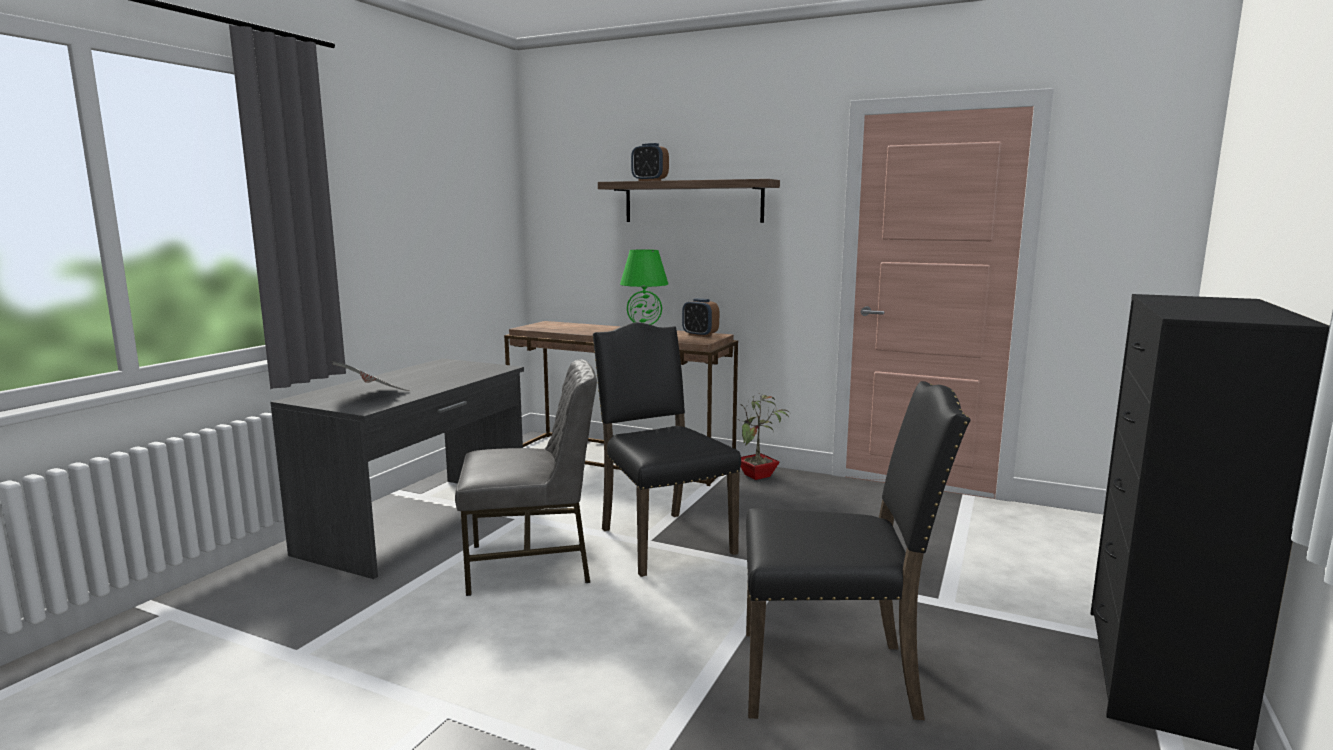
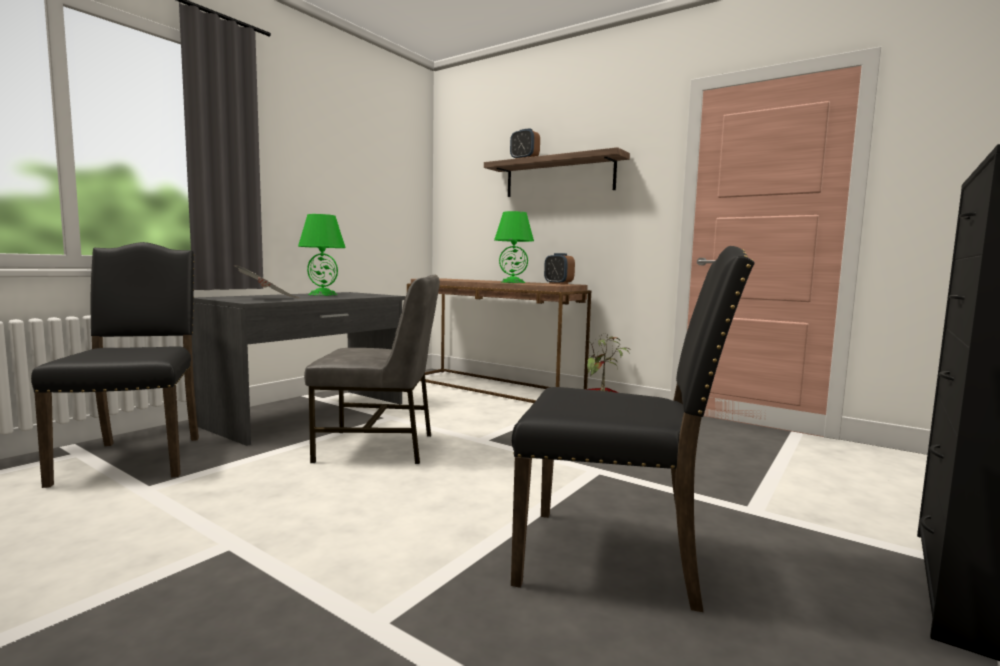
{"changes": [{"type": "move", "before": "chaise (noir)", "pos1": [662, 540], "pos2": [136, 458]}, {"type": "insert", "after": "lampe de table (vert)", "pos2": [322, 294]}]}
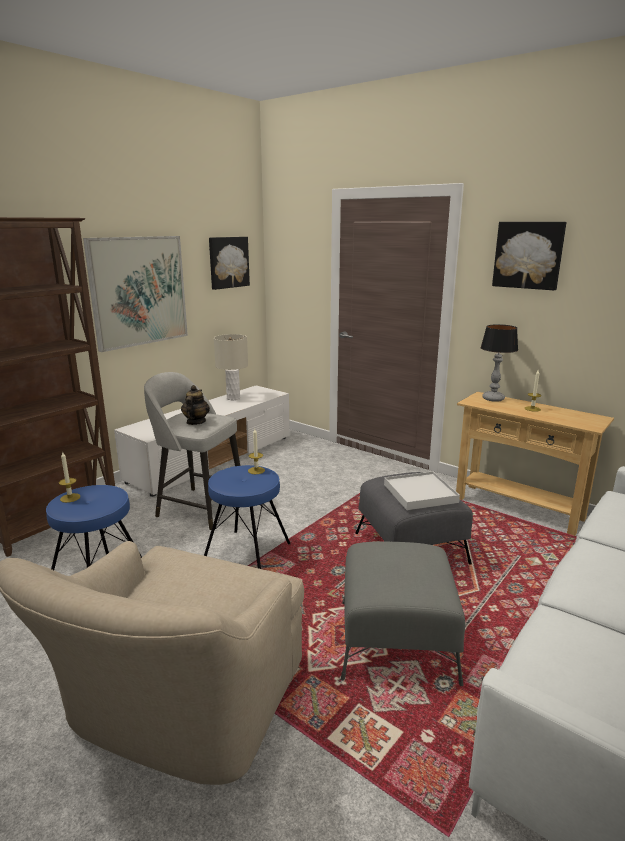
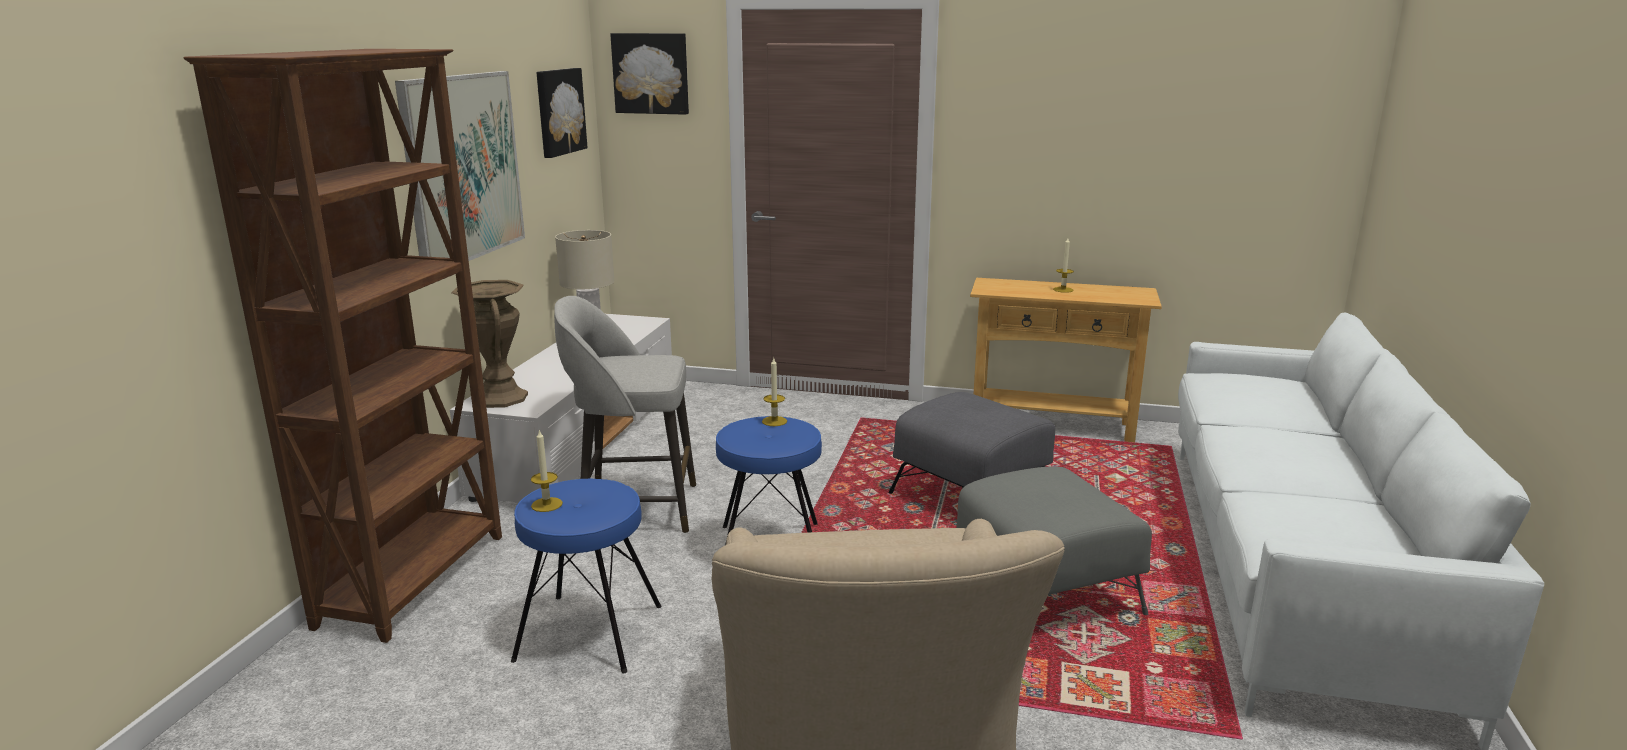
{"changes": [{"type": "delete", "before": "théière", "pos1": [195, 422]}, {"type": "delete", "before": "plateau (blanc)", "pos1": [420, 493]}, {"type": "delete", "before": "lampe de table", "pos1": [492, 399]}, {"type": "move", "before": "tableau", "pos1": [528, 255], "pos2": [651, 73]}, {"type": "insert", "after": "vase (marron)", "pos2": [500, 398]}]}
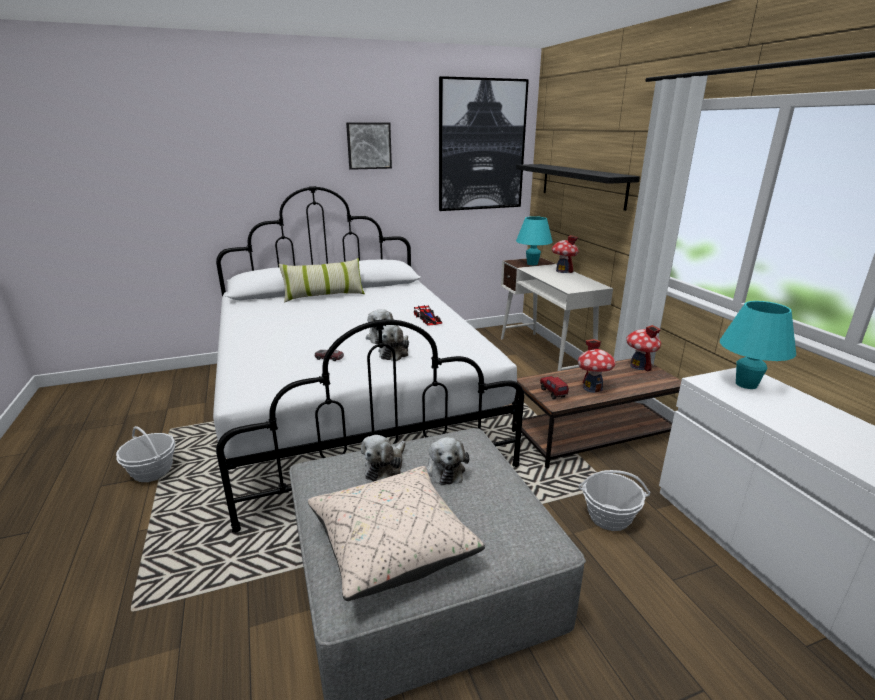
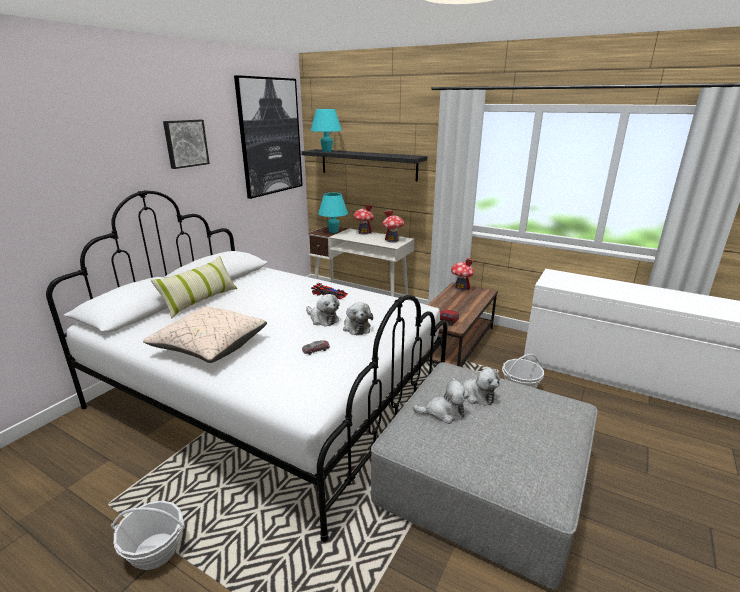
{"changes": [{"type": "move", "before": "coussin (beige)", "pos1": [392, 544], "pos2": [210, 346]}, {"type": "rotate", "before": "peluche", "pos1": [385, 467], "pos2": [443, 413], "turn": -75}, {"type": "move", "before": "maison miniature", "pos1": [592, 388], "pos2": [392, 240]}, {"type": "move", "before": "lampe de table (turquoise)", "pos1": [746, 384], "pos2": [327, 151]}]}
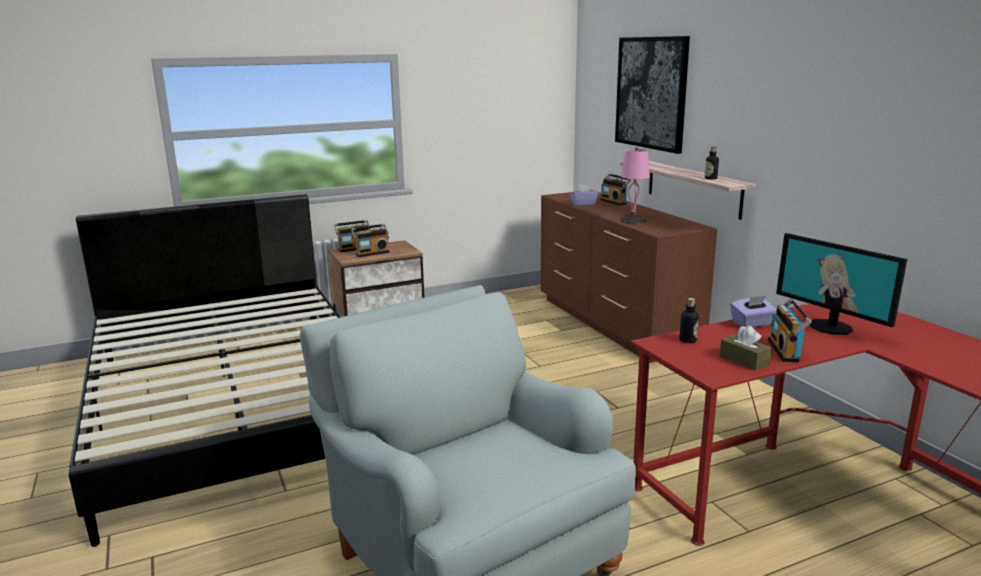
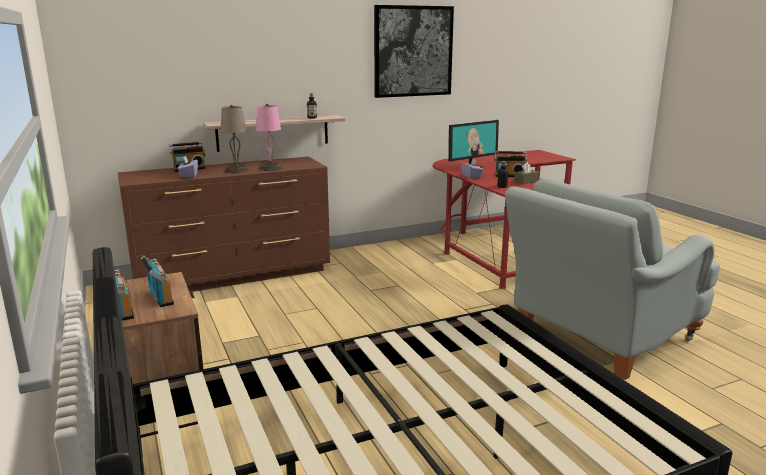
{"changes": [{"type": "move", "before": "tableau", "pos1": [651, 93], "pos2": [413, 51]}, {"type": "insert", "after": "lampe de table (beige)", "pos2": [236, 170]}]}
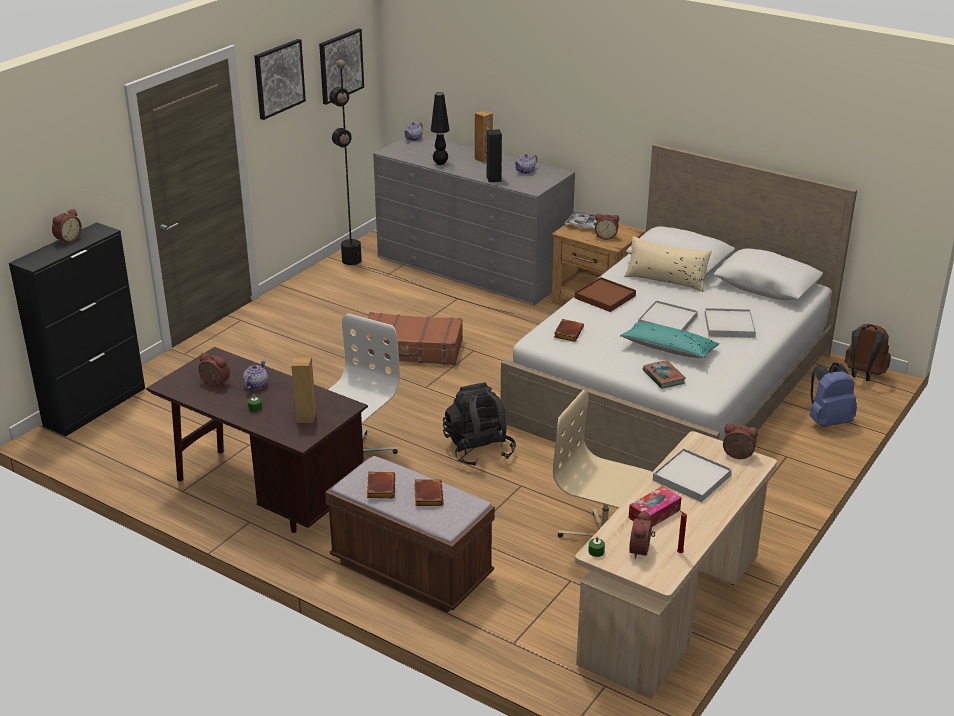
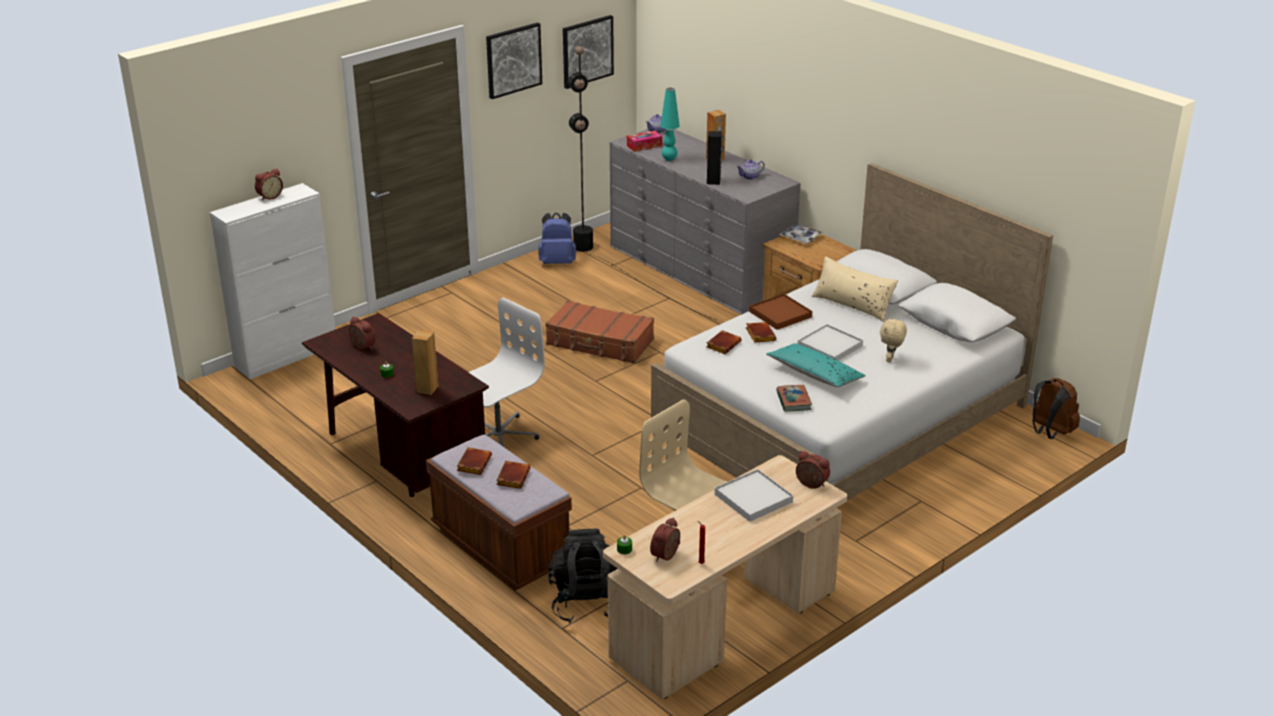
{"changes": [{"type": "recolor", "before": "meuble de rangement (noir)", "after": "meuble de rangement (blanc)", "pos1": [95, 406], "pos2": [287, 356]}, {"type": "delete", "before": "théière", "pos1": [255, 385]}, {"type": "recolor", "before": "lampe de table (noir)", "after": "lampe de table (turquoise)", "pos1": [440, 163], "pos2": [669, 159]}, {"type": "move", "before": "sac à dos (noir)", "pos1": [478, 449], "pos2": [586, 602]}, {"type": "delete", "before": "réveil", "pos1": [606, 236]}, {"type": "move", "before": "boîte à mouchoirs", "pos1": [654, 514], "pos2": [644, 146]}, {"type": "replace", "before": "plateau (blanc)", "after": "peluche (beige)", "pos1": [729, 325], "pos2": [890, 359]}, {"type": "move", "before": "sac à dos (bleu)", "pos1": [827, 421], "pos2": [557, 262]}, {"type": "insert", "after": "livre (marron)", "pos2": [759, 335]}]}
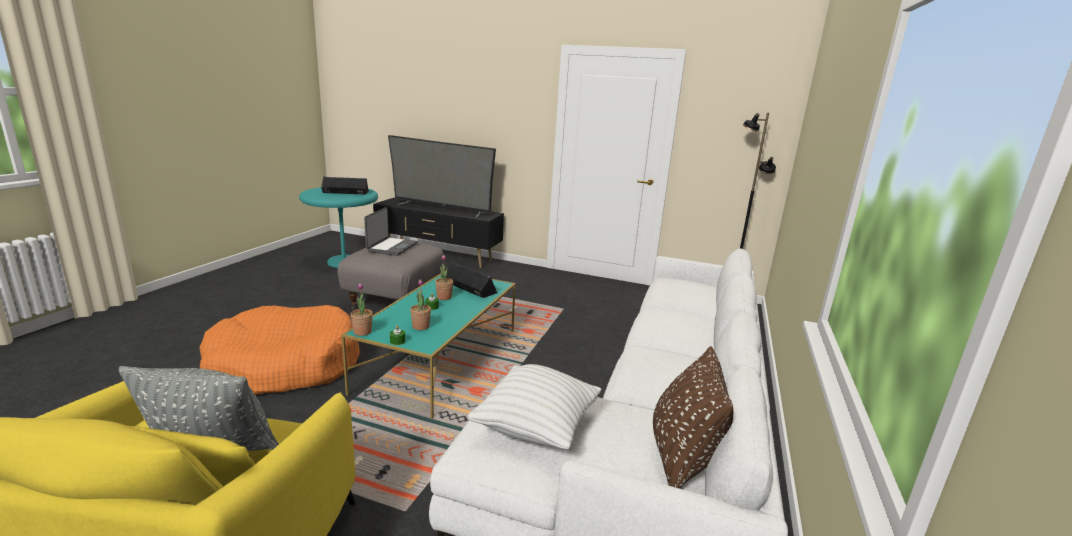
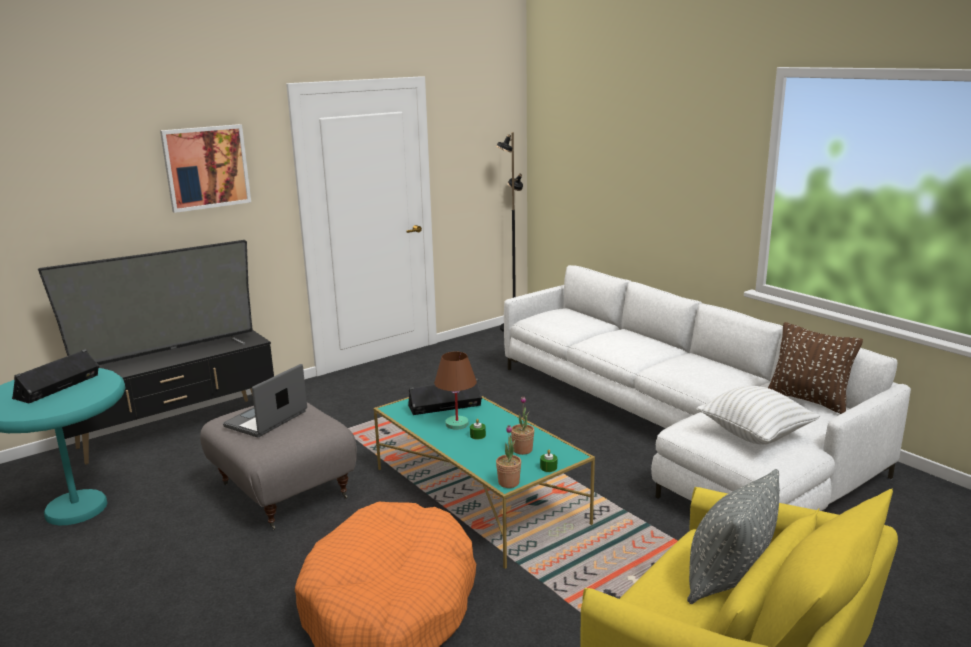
{"changes": [{"type": "rotate", "before": "ordinateur portable", "pos1": [391, 247], "pos2": [267, 420], "turn": -105}, {"type": "replace", "before": "plante en pot", "after": "lampe de table (marron)", "pos1": [444, 297], "pos2": [456, 424]}, {"type": "insert", "after": "tableau", "pos2": [206, 167]}]}
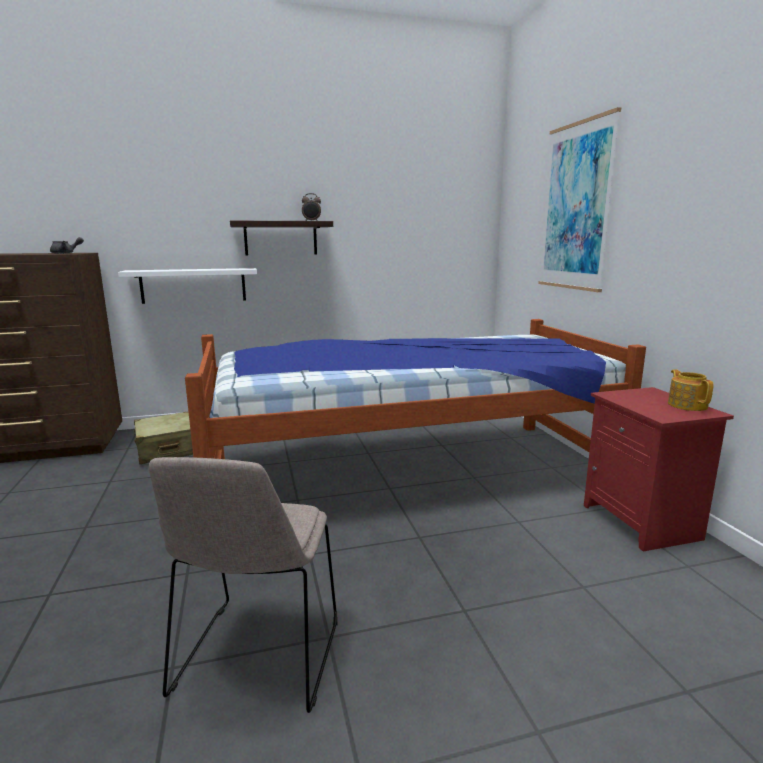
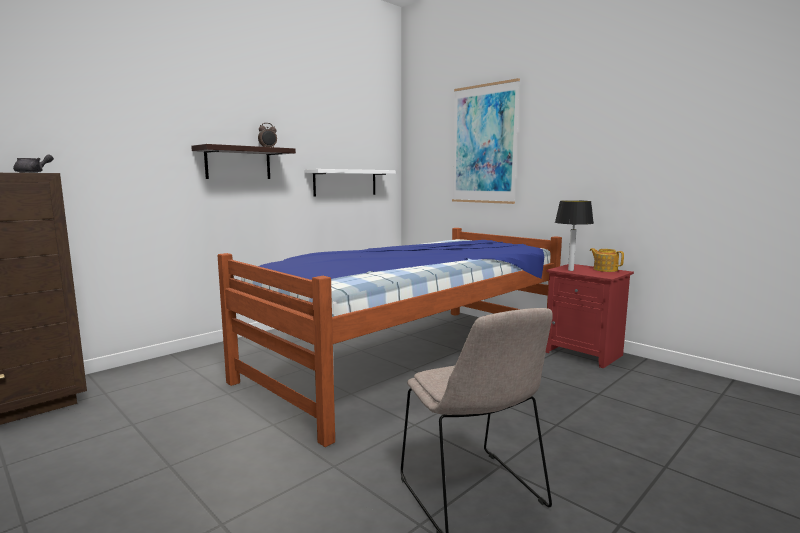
{"changes": [{"type": "move", "before": "étagère (blanc)", "pos1": [193, 285], "pos2": [345, 182]}, {"type": "delete", "before": "valise (beige)", "pos1": [168, 449]}, {"type": "insert", "after": "lampe de table", "pos2": [570, 270]}]}
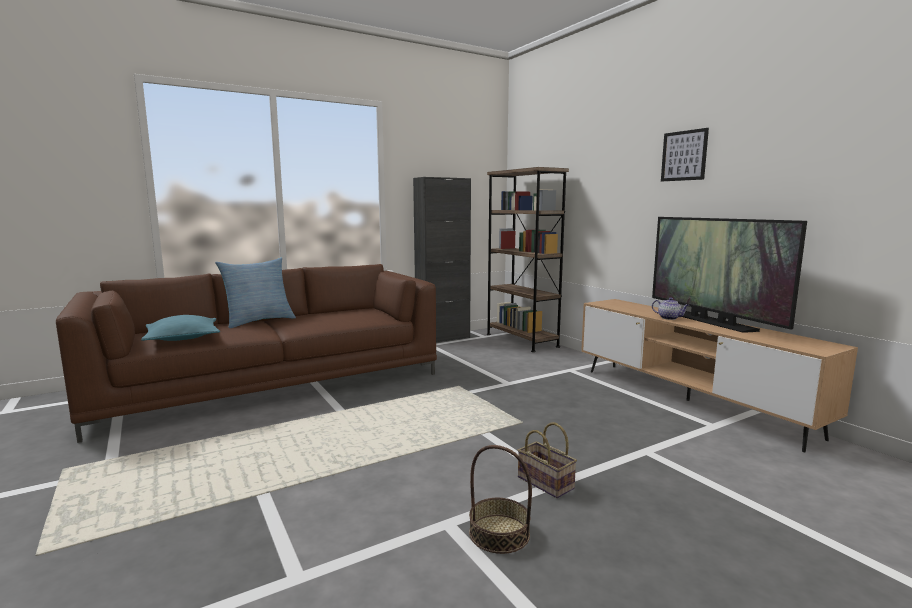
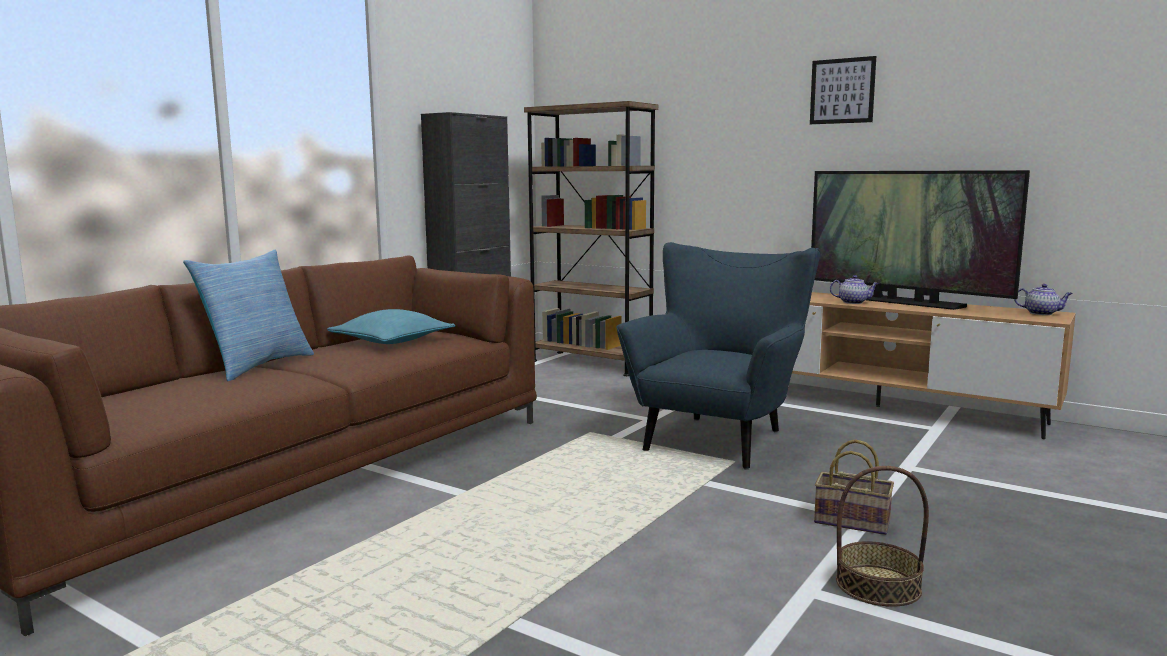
{"changes": [{"type": "move", "before": "coussin (turquoise)", "pos1": [183, 338], "pos2": [392, 341]}, {"type": "insert", "after": "fauteuil (bleu)", "pos2": [720, 438]}, {"type": "insert", "after": "théière", "pos2": [1042, 313]}]}
